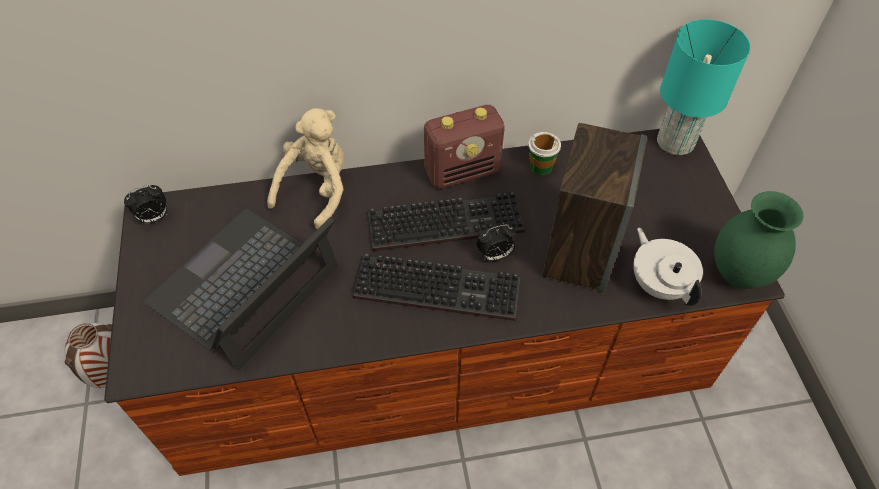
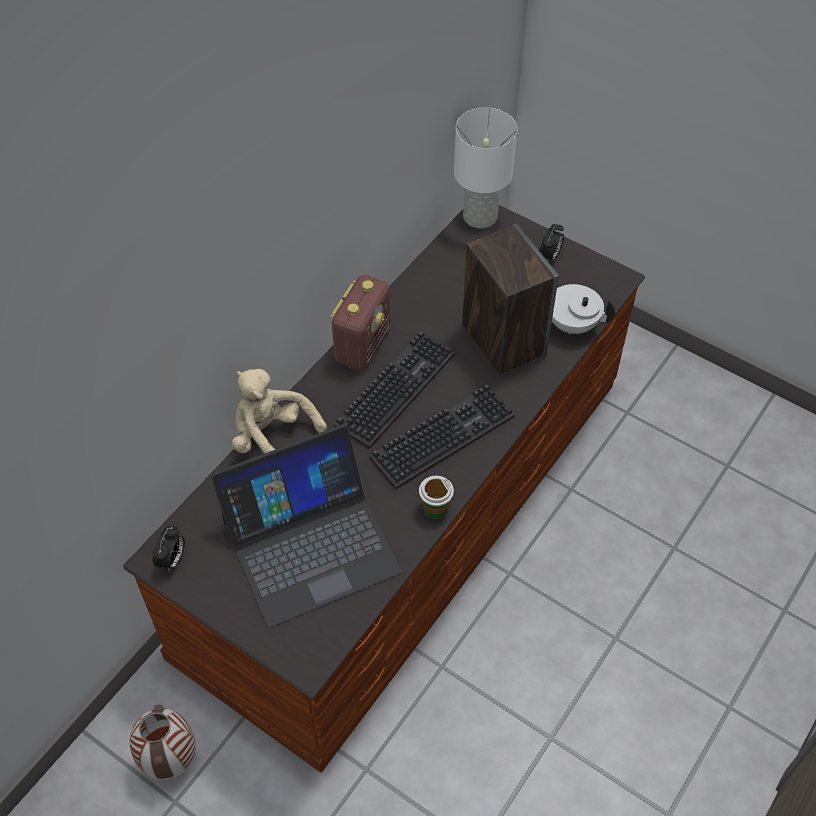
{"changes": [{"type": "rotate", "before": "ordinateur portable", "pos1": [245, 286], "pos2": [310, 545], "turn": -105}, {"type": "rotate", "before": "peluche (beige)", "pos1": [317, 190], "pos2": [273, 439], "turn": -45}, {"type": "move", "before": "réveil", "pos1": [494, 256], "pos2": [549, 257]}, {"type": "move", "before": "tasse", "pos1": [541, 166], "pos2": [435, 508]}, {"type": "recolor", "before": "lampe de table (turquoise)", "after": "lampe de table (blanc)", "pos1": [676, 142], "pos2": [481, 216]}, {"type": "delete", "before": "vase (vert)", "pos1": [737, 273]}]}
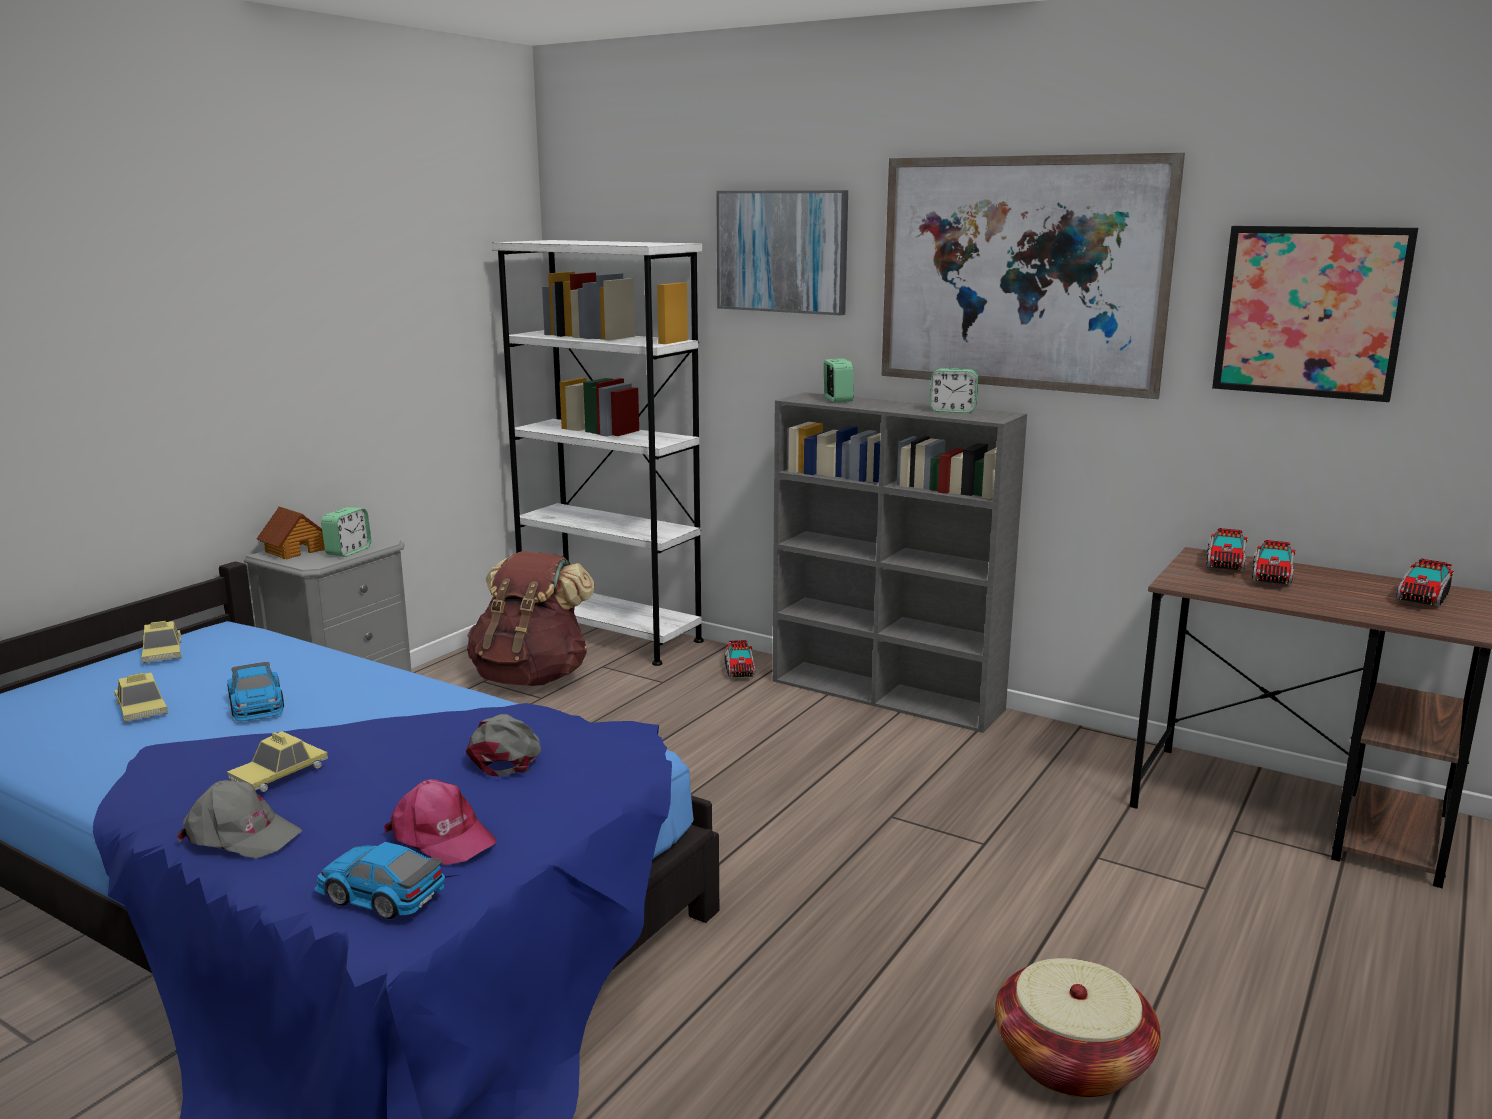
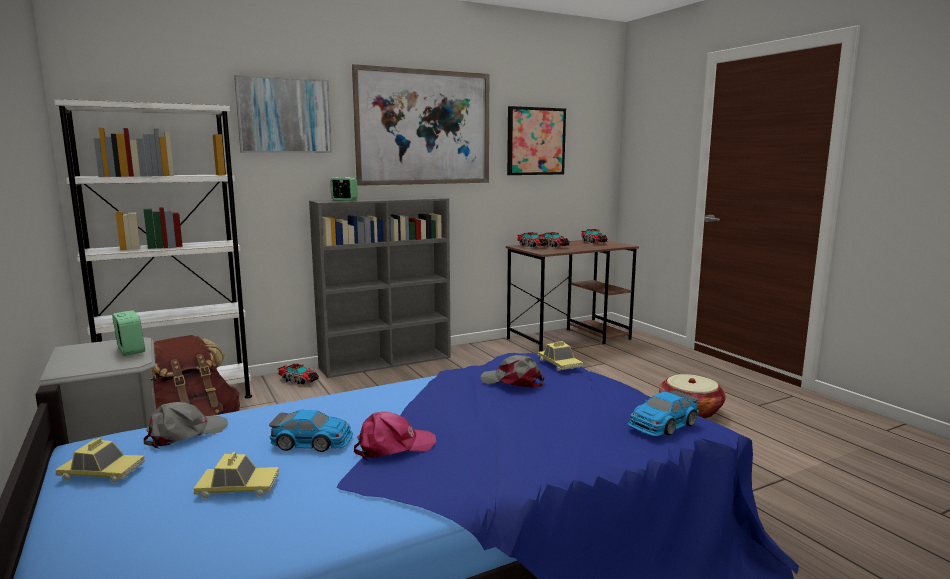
{"changes": [{"type": "move", "before": "casquette (gris)", "pos1": [240, 835], "pos2": [185, 434]}, {"type": "move", "before": "petite voiture", "pos1": [279, 773], "pos2": [559, 364]}, {"type": "delete", "before": "maison miniature", "pos1": [295, 550]}, {"type": "move", "before": "casquette (rose)", "pos1": [441, 837], "pos2": [393, 446]}, {"type": "delete", "before": "réveil", "pos1": [953, 411]}]}
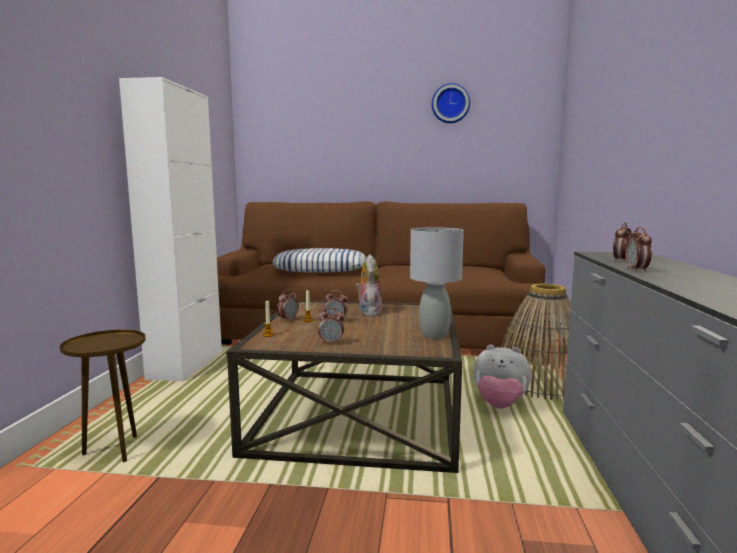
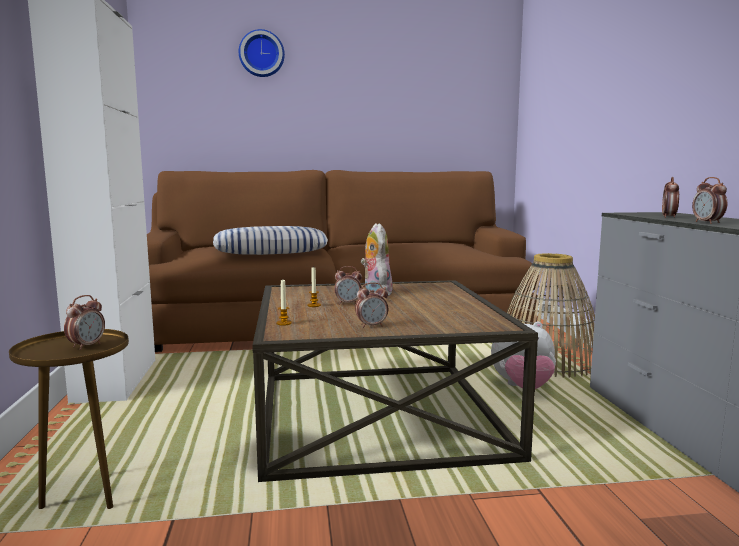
{"changes": [{"type": "move", "before": "réveil", "pos1": [288, 319], "pos2": [87, 346]}, {"type": "delete", "before": "lampe de table (gris)", "pos1": [434, 335]}, {"type": "move", "before": "horloge murale", "pos1": [450, 104], "pos2": [261, 54]}]}
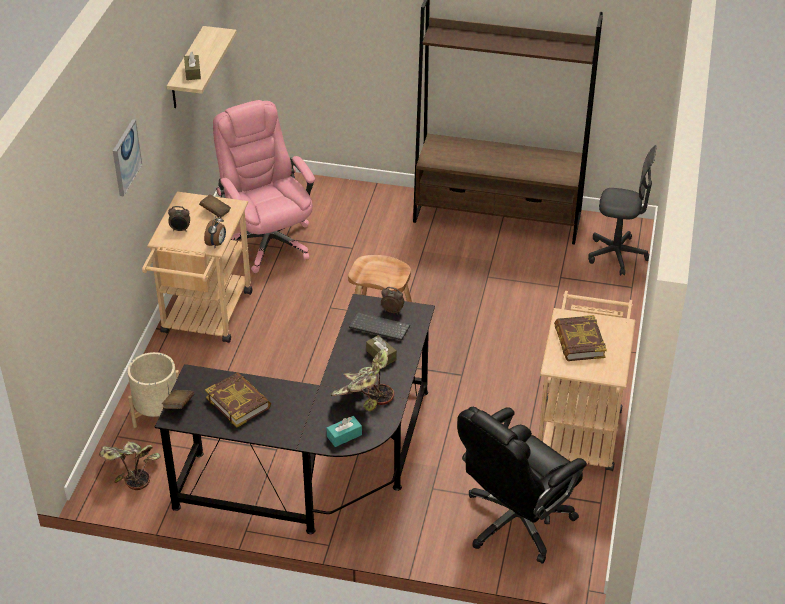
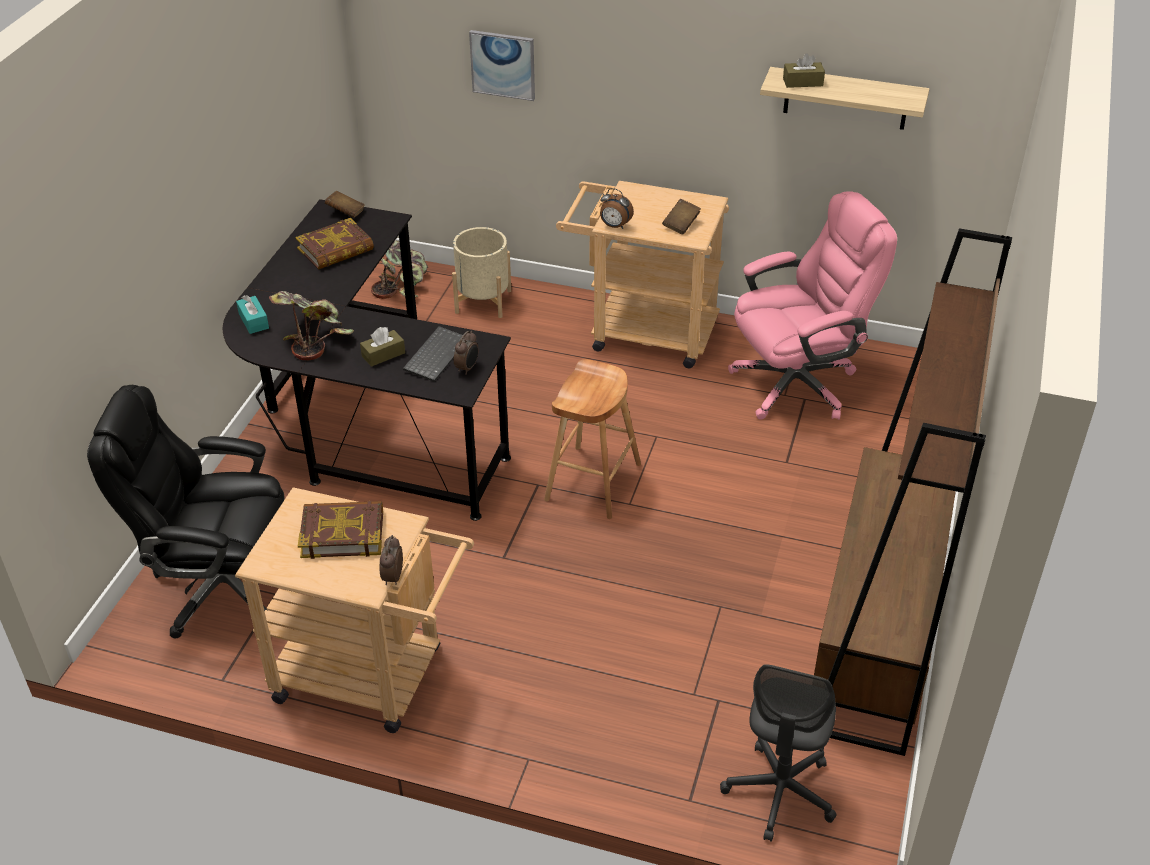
{"changes": [{"type": "move", "before": "tableau", "pos1": [125, 157], "pos2": [503, 64]}, {"type": "move", "before": "réveil", "pos1": [180, 230], "pos2": [392, 577]}, {"type": "rotate", "before": "chaise de bureau (noir)", "pos1": [515, 522], "pos2": [221, 586], "turn": -45}]}
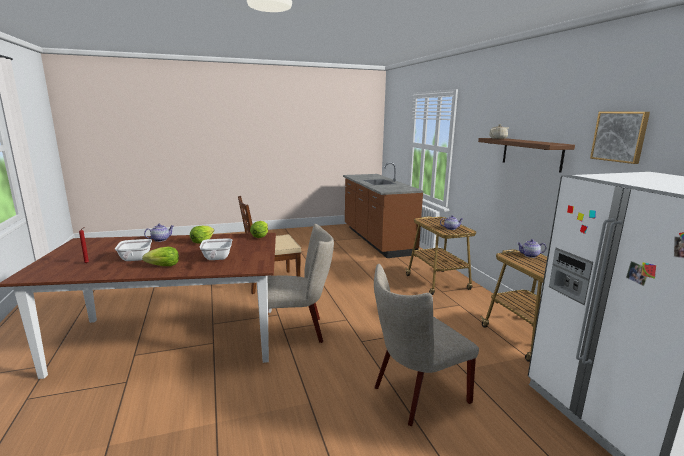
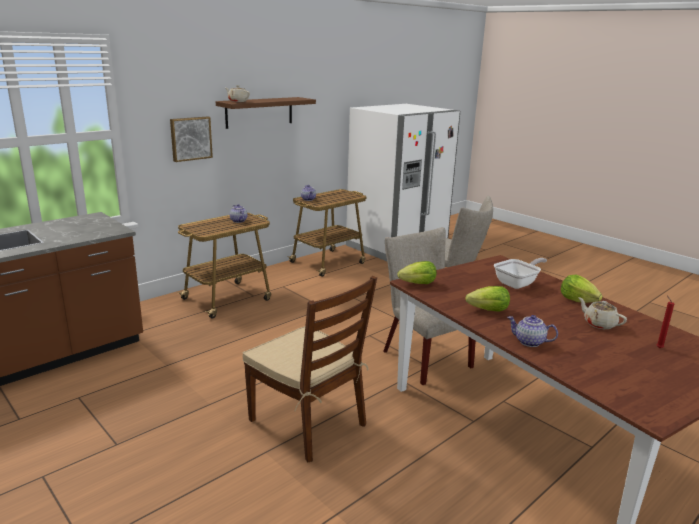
{"changes": [{"type": "replace", "before": "poêle", "after": "théière (beige)", "pos1": [134, 260], "pos2": [599, 324]}, {"type": "move", "before": "tableau", "pos1": [620, 136], "pos2": [190, 138]}]}
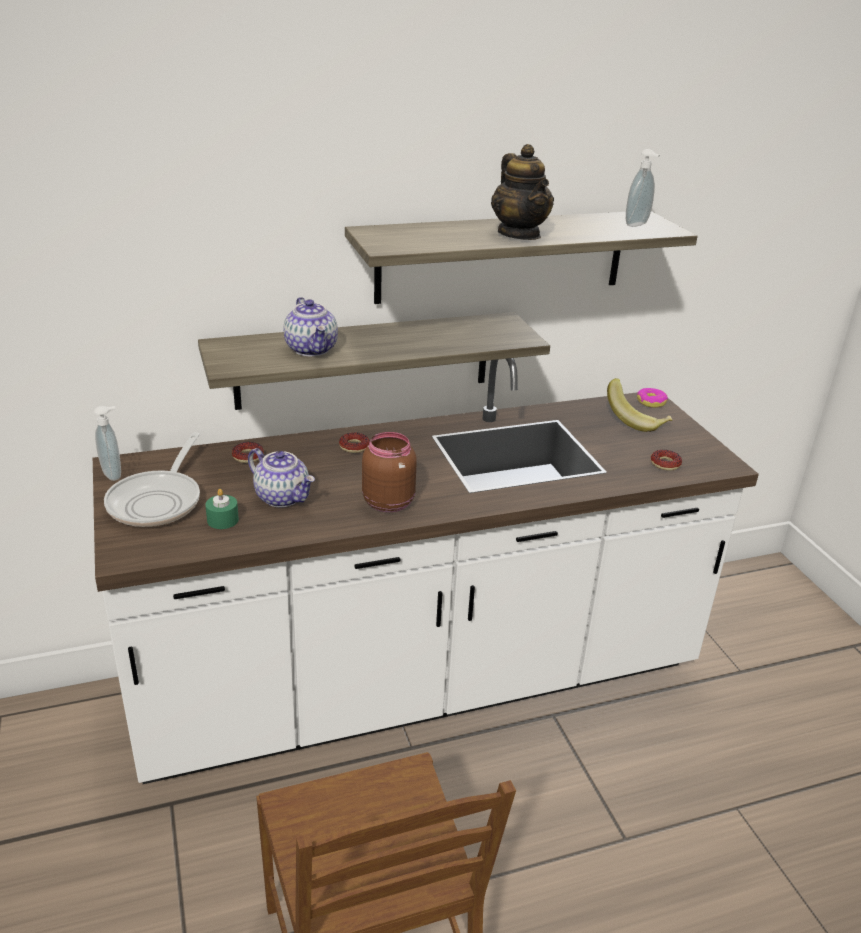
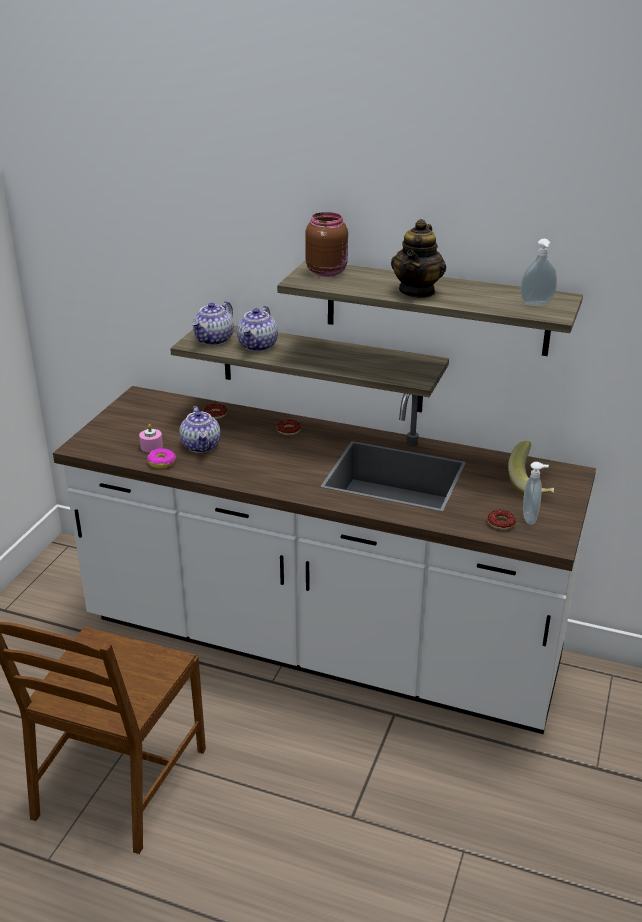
{"changes": [{"type": "move", "before": "distributeur de savon", "pos1": [114, 474], "pos2": [531, 518]}, {"type": "delete", "before": "poêle", "pos1": [158, 501]}, {"type": "recolor", "before": "bougie (vert)", "after": "bougie (rose)", "pos1": [223, 520], "pos2": [151, 447]}, {"type": "move", "before": "bocal (marron)", "pos1": [388, 502], "pos2": [327, 271]}, {"type": "move", "before": "beignet", "pos1": [651, 402], "pos2": [162, 462]}, {"type": "insert", "after": "théière", "pos2": [214, 340]}]}
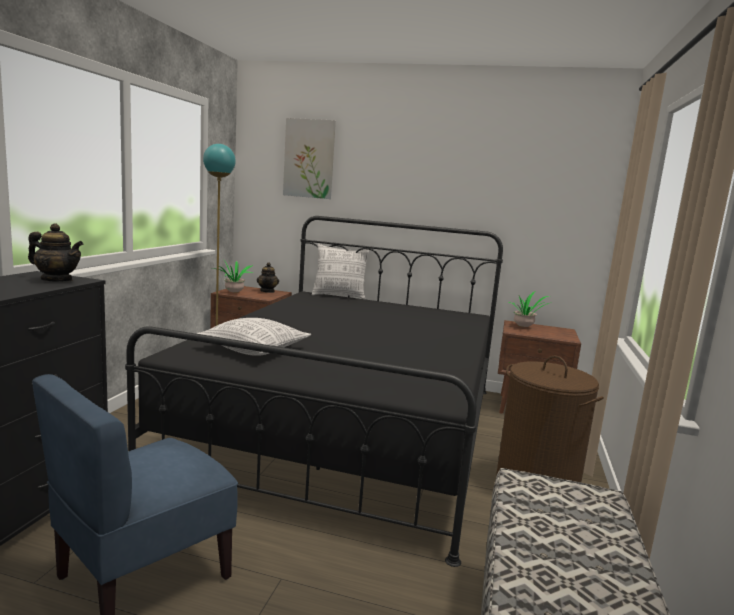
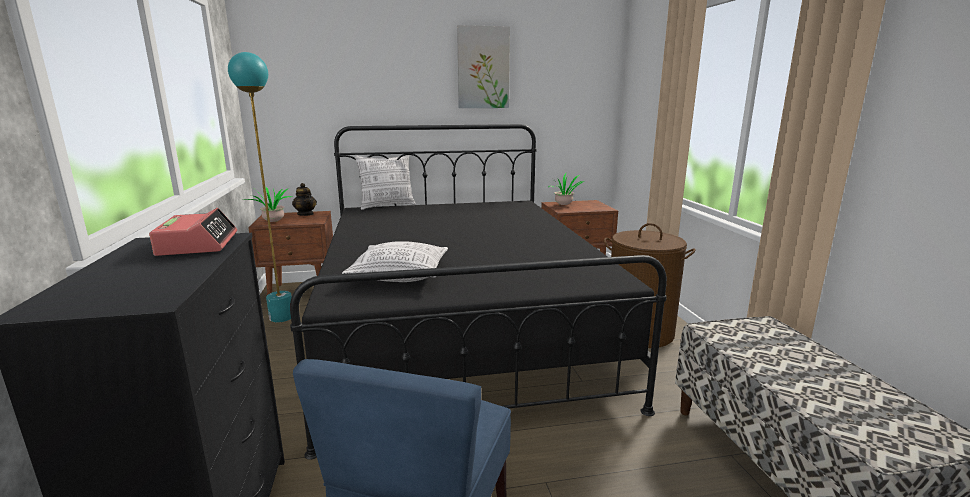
{"changes": [{"type": "replace", "before": "théière", "after": "réveil", "pos1": [57, 280], "pos2": [198, 244]}, {"type": "move", "before": "tableau", "pos1": [309, 159], "pos2": [483, 68]}]}
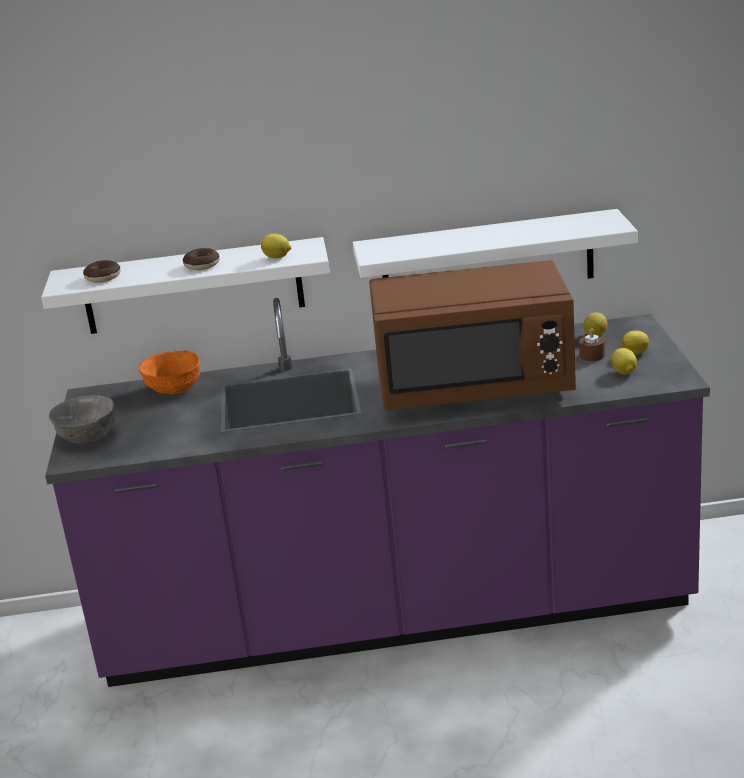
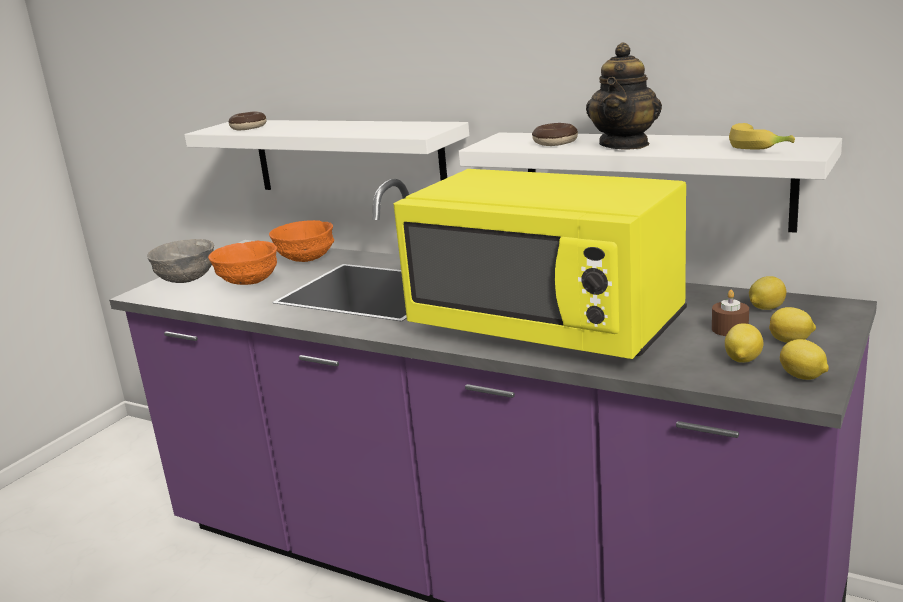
{"changes": [{"type": "move", "before": "beignet", "pos1": [202, 265], "pos2": [555, 142]}, {"type": "move", "before": "citron", "pos1": [277, 257], "pos2": [803, 377]}, {"type": "recolor", "before": "micro-ondes (marron)", "after": "micro-ondes (jaune)", "pos1": [475, 387], "pos2": [547, 326]}, {"type": "insert", "after": "bol (orange)", "pos2": [248, 281]}, {"type": "insert", "after": "théière", "pos2": [625, 145]}, {"type": "insert", "after": "banane", "pos2": [761, 147]}]}
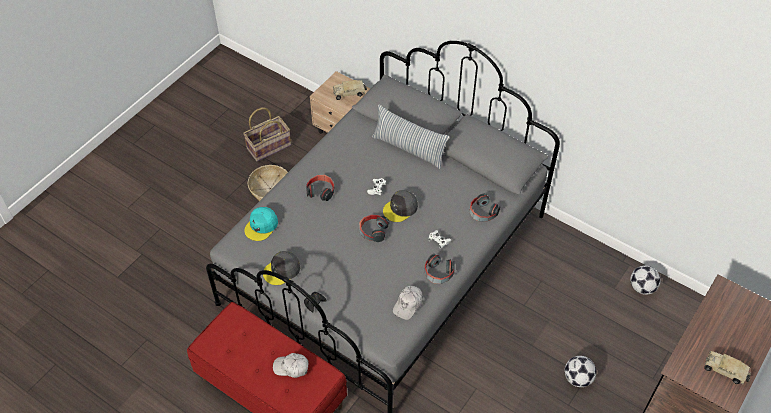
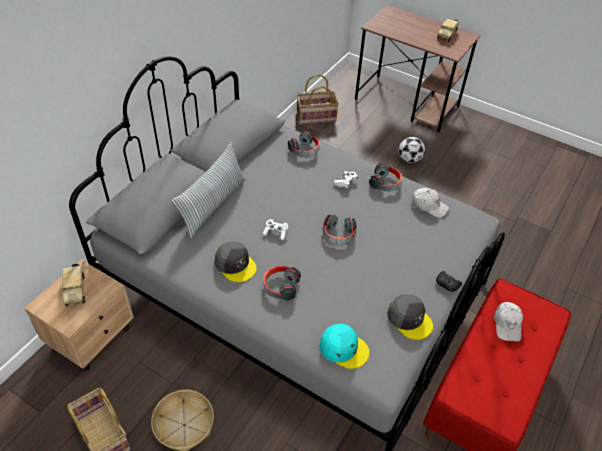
{"changes": [{"type": "move", "before": "casquette (gris)", "pos1": [400, 208], "pos2": [235, 264]}, {"type": "replace", "before": "ballon de foot", "after": "panier", "pos1": [642, 287], "pos2": [316, 117]}]}
